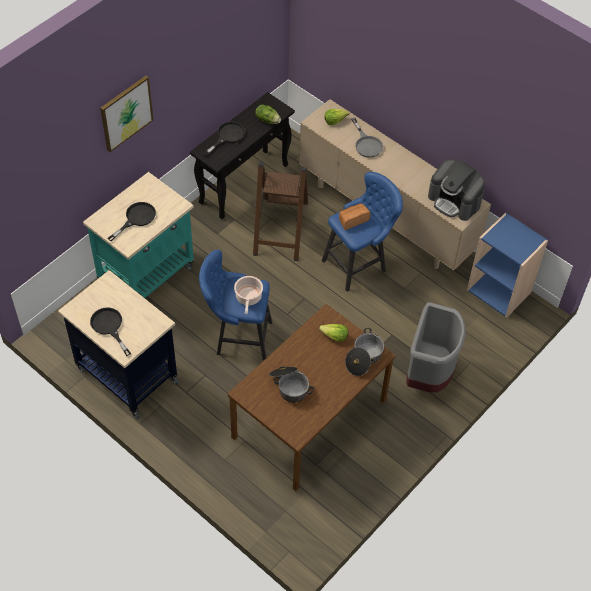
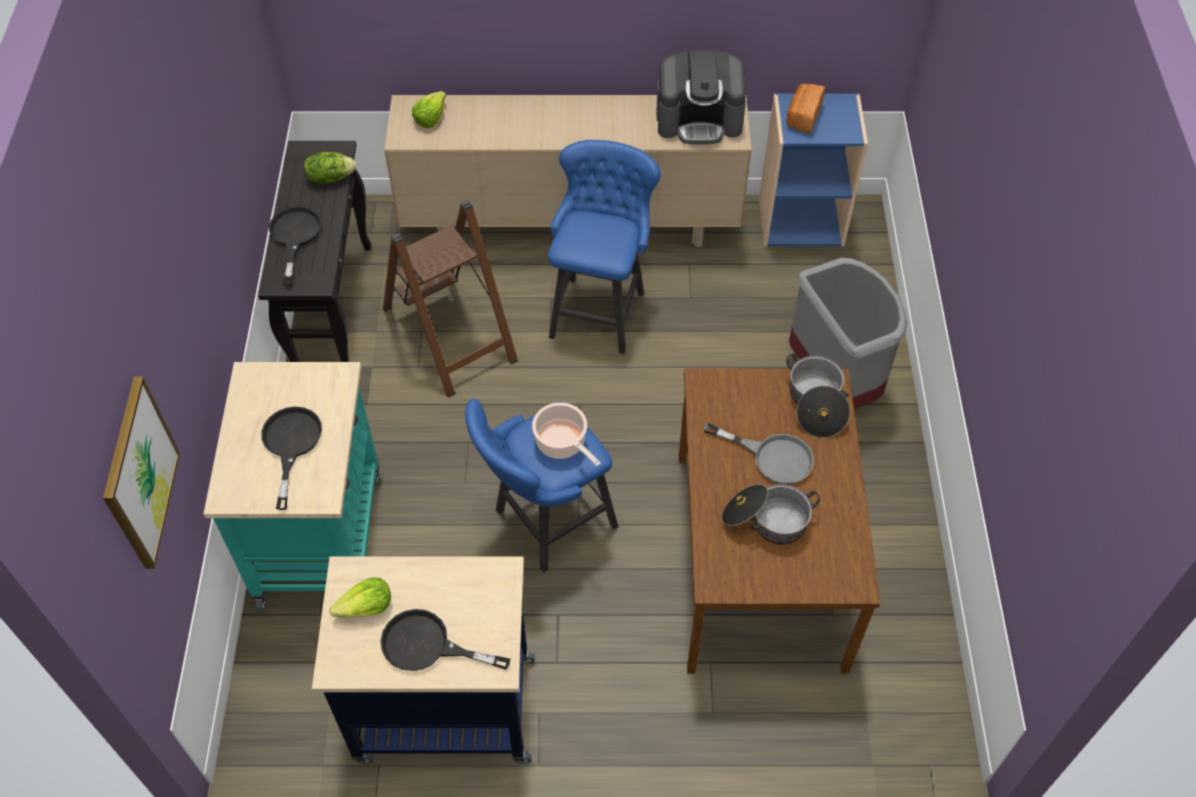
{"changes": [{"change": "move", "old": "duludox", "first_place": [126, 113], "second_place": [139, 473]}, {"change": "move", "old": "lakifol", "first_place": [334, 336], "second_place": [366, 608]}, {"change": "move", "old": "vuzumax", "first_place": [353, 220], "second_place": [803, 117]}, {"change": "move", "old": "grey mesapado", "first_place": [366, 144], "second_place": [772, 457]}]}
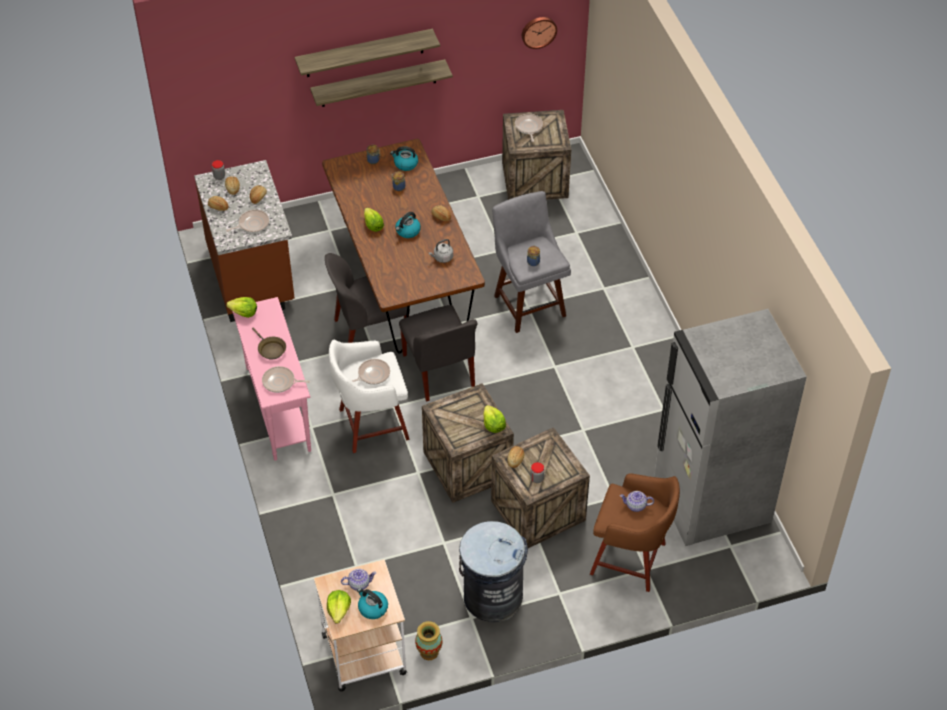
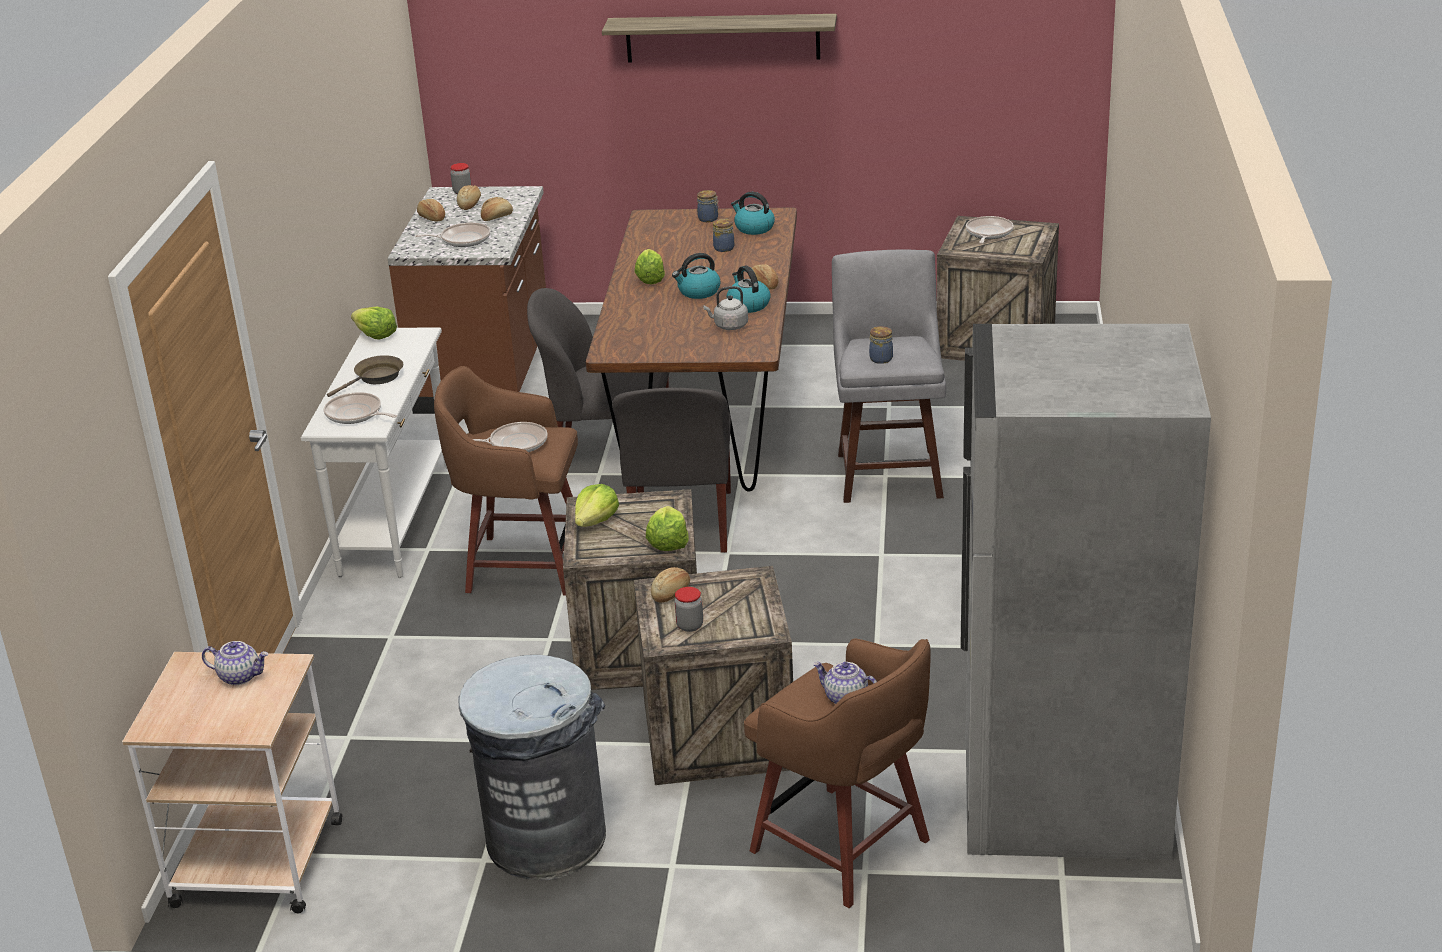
{"changes": [{"change": "delete", "old": "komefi", "first_place": [378, 83]}, {"change": "delete", "old": "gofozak", "first_place": [429, 652]}, {"change": "delete", "old": "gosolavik", "first_place": [538, 31]}, {"change": "move", "old": "lakifol", "first_place": [339, 610], "second_place": [596, 521]}, {"change": "move", "old": "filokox", "first_place": [372, 608], "second_place": [748, 305]}, {"change": "recolor", "old": "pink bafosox", "new": "white bafosox", "first_place": [277, 408], "second_place": [394, 518]}, {"change": "recolor", "old": "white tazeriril", "new": "brown tazeriril", "first_place": [371, 424], "second_place": [522, 565]}, {"change": "rotate", "old": "brown mesapado", "first_place": [270, 349], "second_place": [376, 378], "degrees": -120}]}
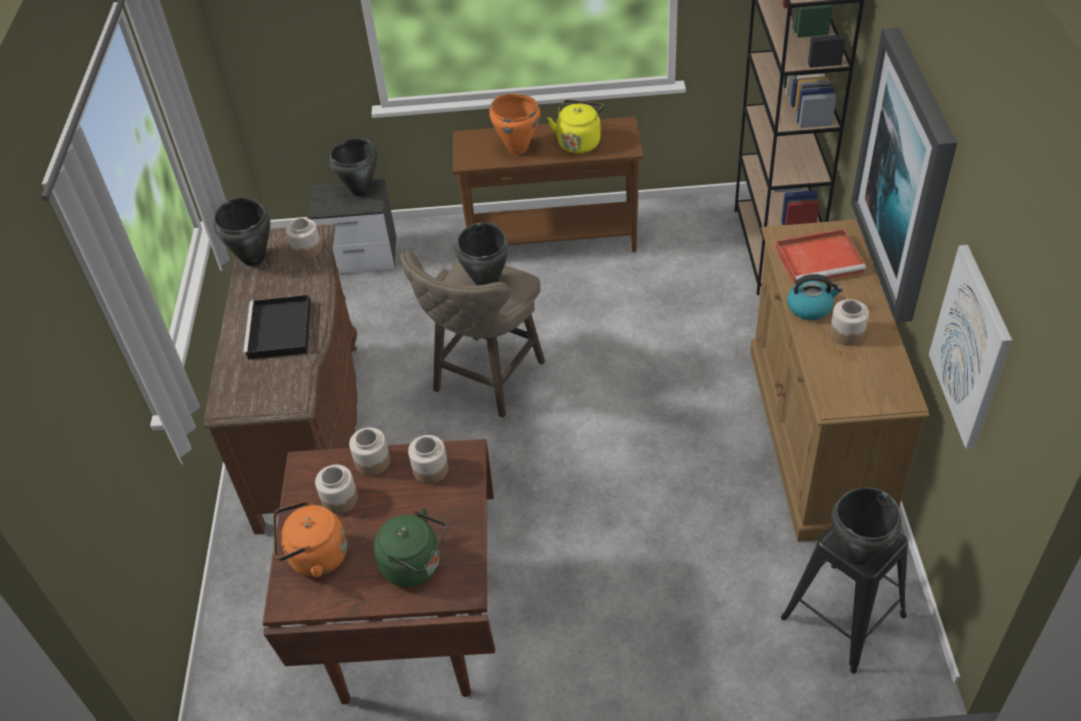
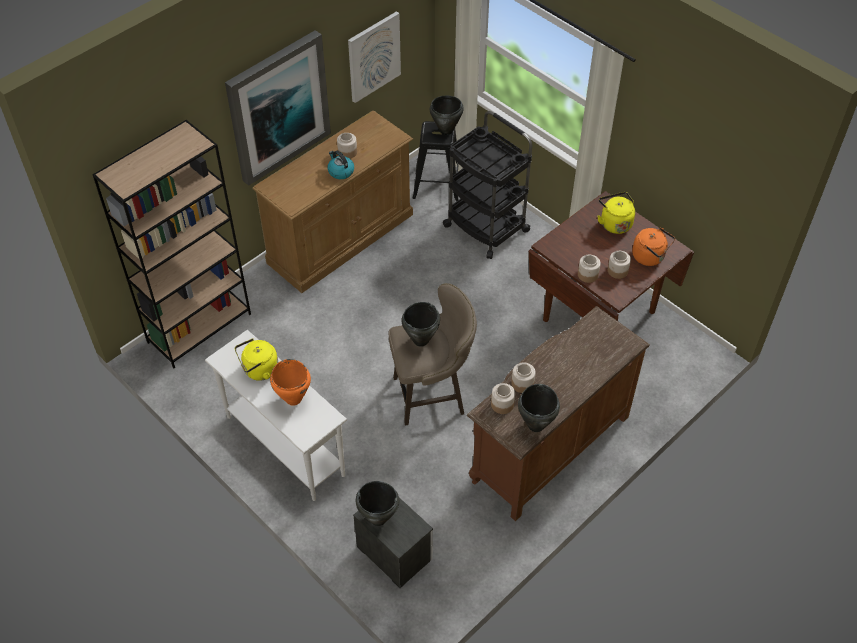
{"changes": [{"change": "delete", "old": "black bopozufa", "first_place": [280, 331]}, {"change": "delete", "old": "red bopozufa", "first_place": [820, 259]}, {"change": "insert", "new": "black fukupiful", "second_place": [485, 228]}, {"change": "move", "old": "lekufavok", "first_place": [431, 470], "second_place": [522, 383]}, {"change": "recolor", "old": "green filokox", "new": "yellow filokox", "first_place": [415, 566], "second_place": [614, 223]}, {"change": "recolor", "old": "brown bafosox", "new": "white bafosox", "first_place": [554, 241], "second_place": [283, 446]}]}
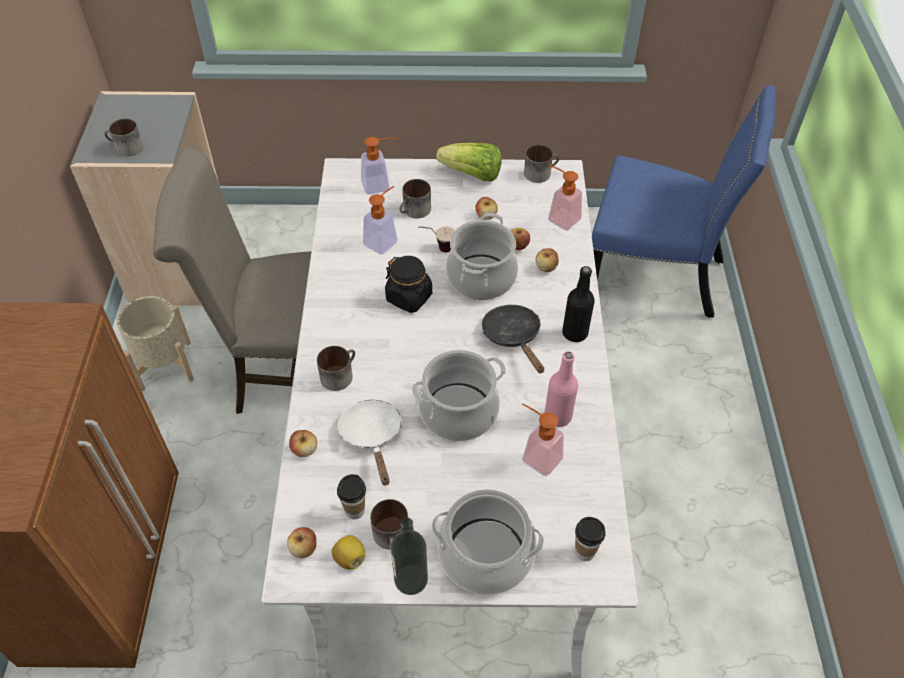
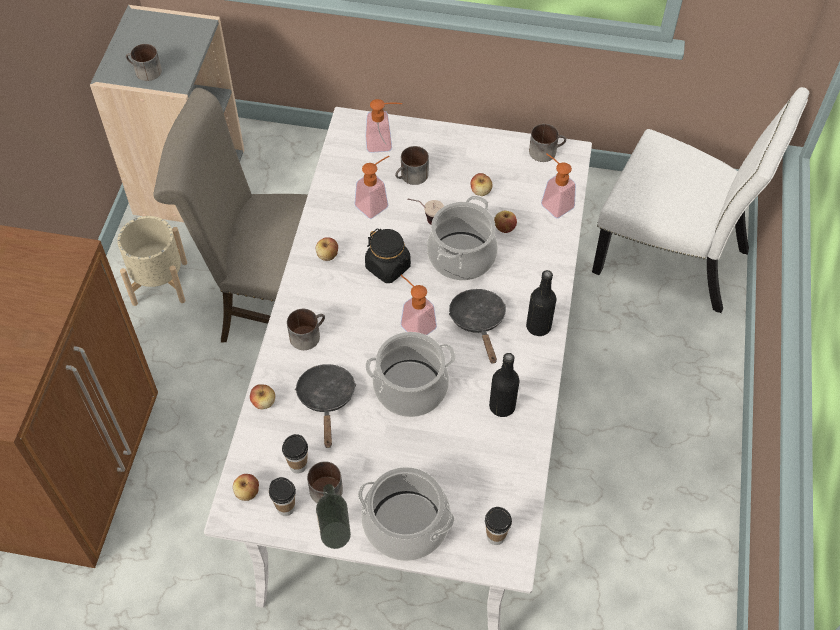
{"changes": [{"change": "delete", "old": "lakifol", "first_place": [472, 174]}, {"change": "move", "old": "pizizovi", "first_place": [536, 455], "second_place": [414, 323]}, {"change": "move", "old": "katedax", "first_place": [546, 267], "second_place": [327, 255]}, {"change": "replace", "old": "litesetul", "new": "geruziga", "first_place": [349, 558], "second_place": [286, 507]}, {"change": "recolor", "old": "white mesapado", "new": "black mesapado", "first_place": [372, 437], "second_place": [327, 399]}, {"change": "recolor", "old": "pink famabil", "new": "black famabil", "first_place": [558, 416], "second_place": [502, 406]}, {"change": "recolor", "old": "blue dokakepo", "new": "white dokakepo", "first_place": [652, 274], "second_place": [669, 256]}]}
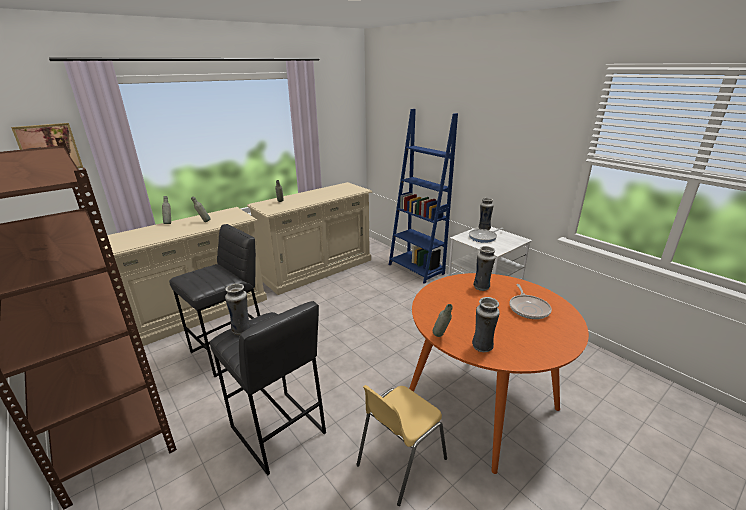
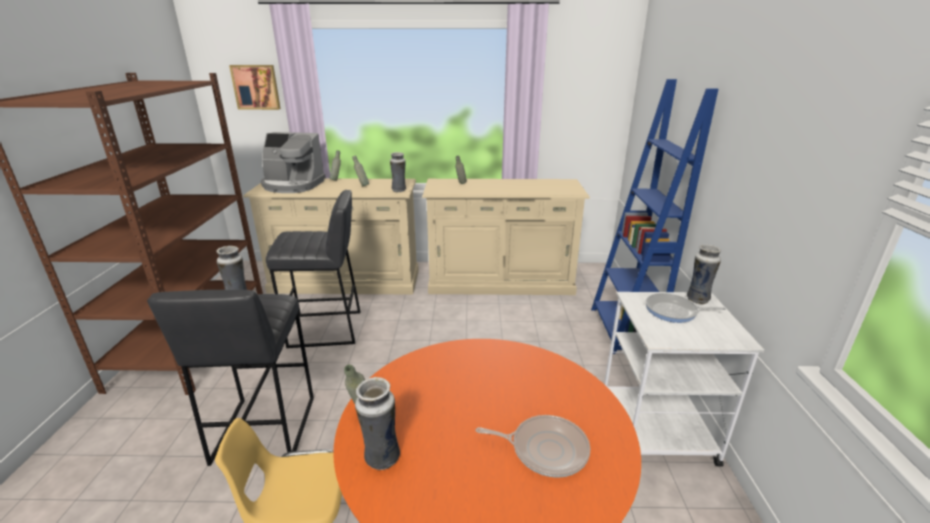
{"changes": [{"change": "insert", "new": "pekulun", "second_place": [293, 185]}, {"change": "move", "old": "gofozak", "first_place": [482, 287], "second_place": [399, 190]}, {"change": "rotate", "old": "mesapado", "first_place": [528, 308], "second_place": [545, 449], "degrees": -120}]}
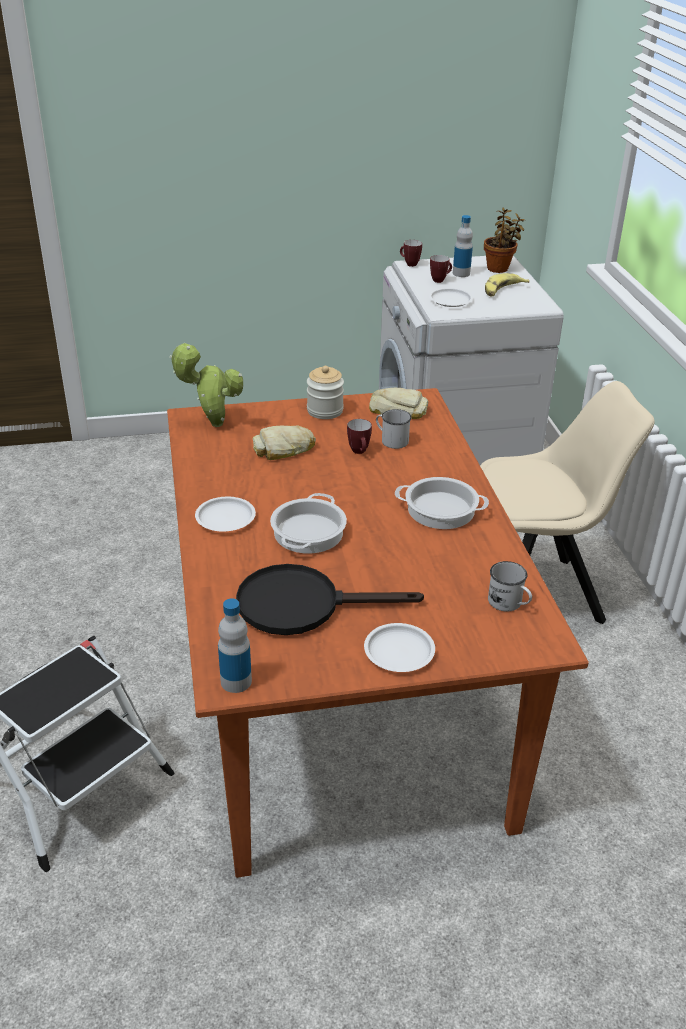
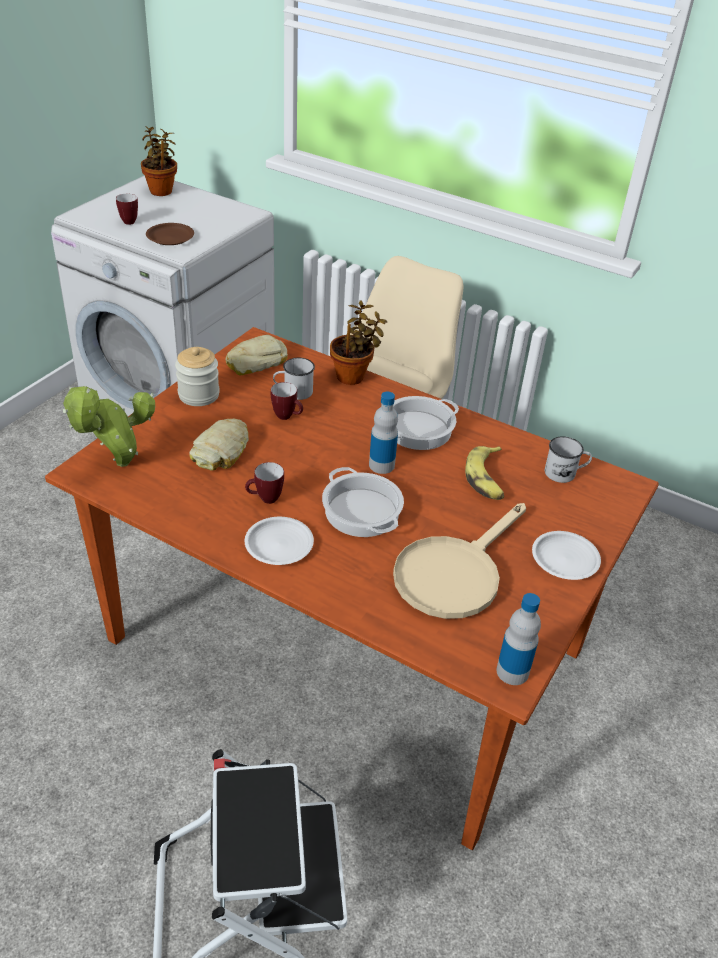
{"changes": [{"change": "insert", "new": "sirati", "second_place": [353, 376]}, {"change": "move", "old": "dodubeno", "first_place": [409, 264], "second_place": [265, 499]}, {"change": "move", "old": "famabil", "first_place": [461, 273], "second_place": [381, 465]}, {"change": "move", "old": "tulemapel", "first_place": [502, 291], "second_place": [487, 479]}, {"change": "recolor", "old": "black mesapado", "new": "beige mesapado", "first_place": [303, 604], "second_place": [454, 573]}, {"change": "recolor", "old": "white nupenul", "new": "brown nupenul", "first_place": [450, 300], "second_place": [170, 237]}]}
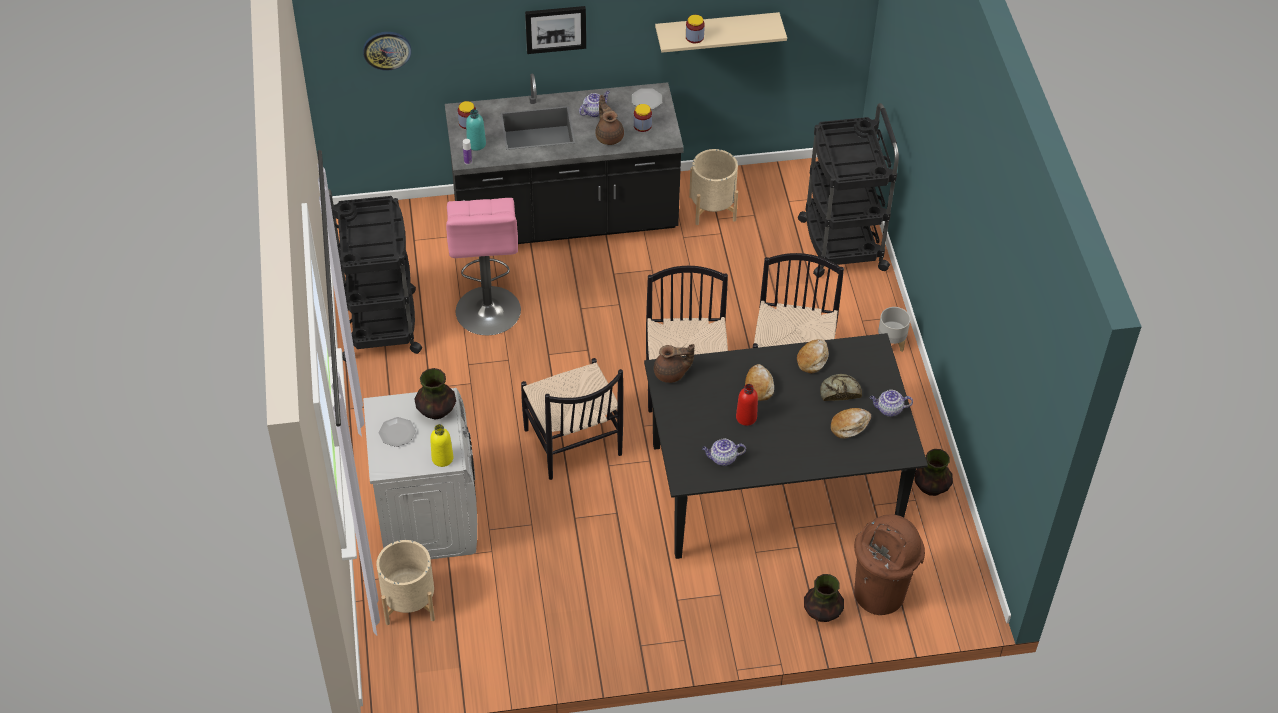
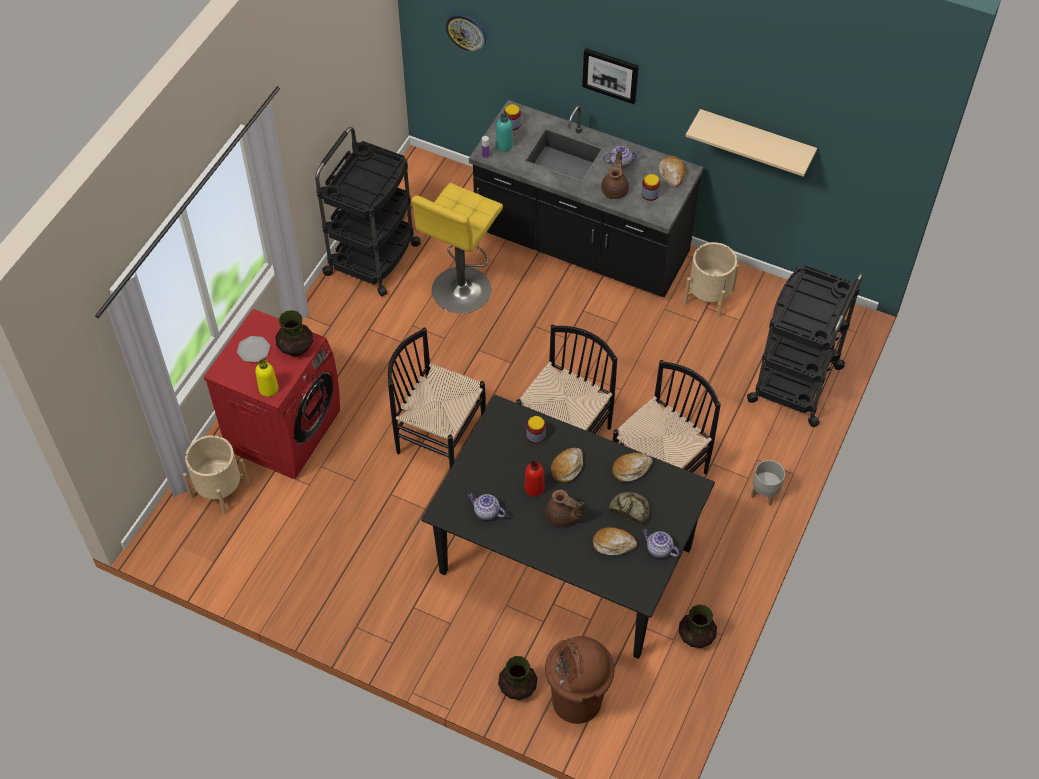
{"changes": [{"change": "move", "old": "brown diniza", "first_place": [671, 373], "second_place": [562, 516]}, {"change": "move", "old": "lekufavok", "first_place": [694, 37], "second_place": [536, 435]}, {"change": "replace", "old": "nupenul", "new": "vuzumax", "first_place": [647, 100], "second_place": [672, 174]}, {"change": "recolor", "old": "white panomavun", "new": "red panomavun", "first_place": [427, 518], "second_place": [284, 431]}, {"change": "recolor", "old": "pink tazeriril", "new": "yellow tazeriril", "first_place": [487, 311], "second_place": [460, 290]}, {"change": "rotate", "old": "black dokakepo", "first_place": [574, 446], "second_place": [437, 435], "degrees": 105}]}
